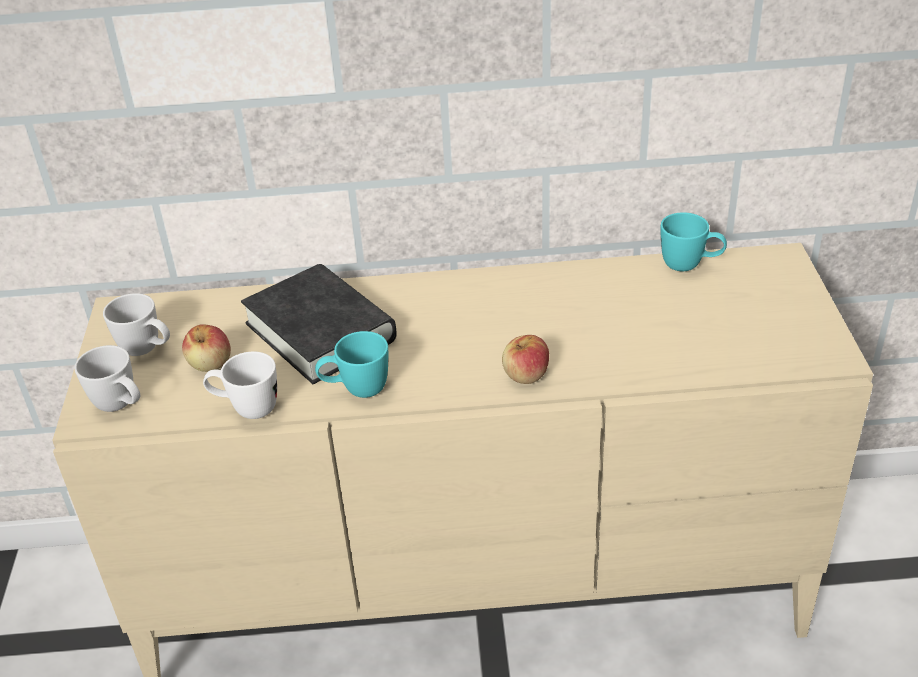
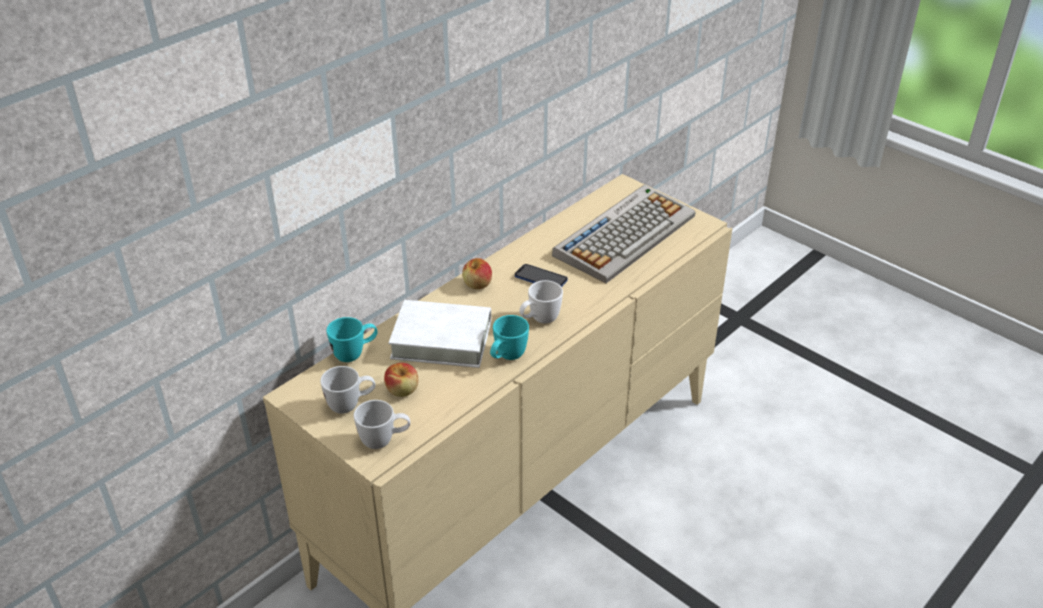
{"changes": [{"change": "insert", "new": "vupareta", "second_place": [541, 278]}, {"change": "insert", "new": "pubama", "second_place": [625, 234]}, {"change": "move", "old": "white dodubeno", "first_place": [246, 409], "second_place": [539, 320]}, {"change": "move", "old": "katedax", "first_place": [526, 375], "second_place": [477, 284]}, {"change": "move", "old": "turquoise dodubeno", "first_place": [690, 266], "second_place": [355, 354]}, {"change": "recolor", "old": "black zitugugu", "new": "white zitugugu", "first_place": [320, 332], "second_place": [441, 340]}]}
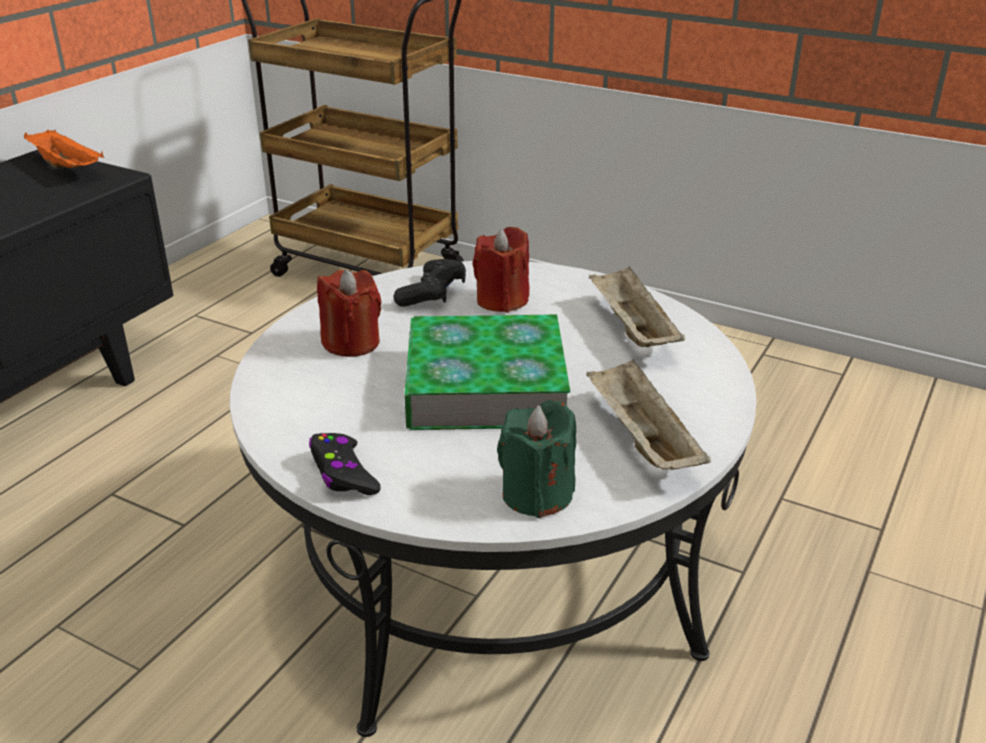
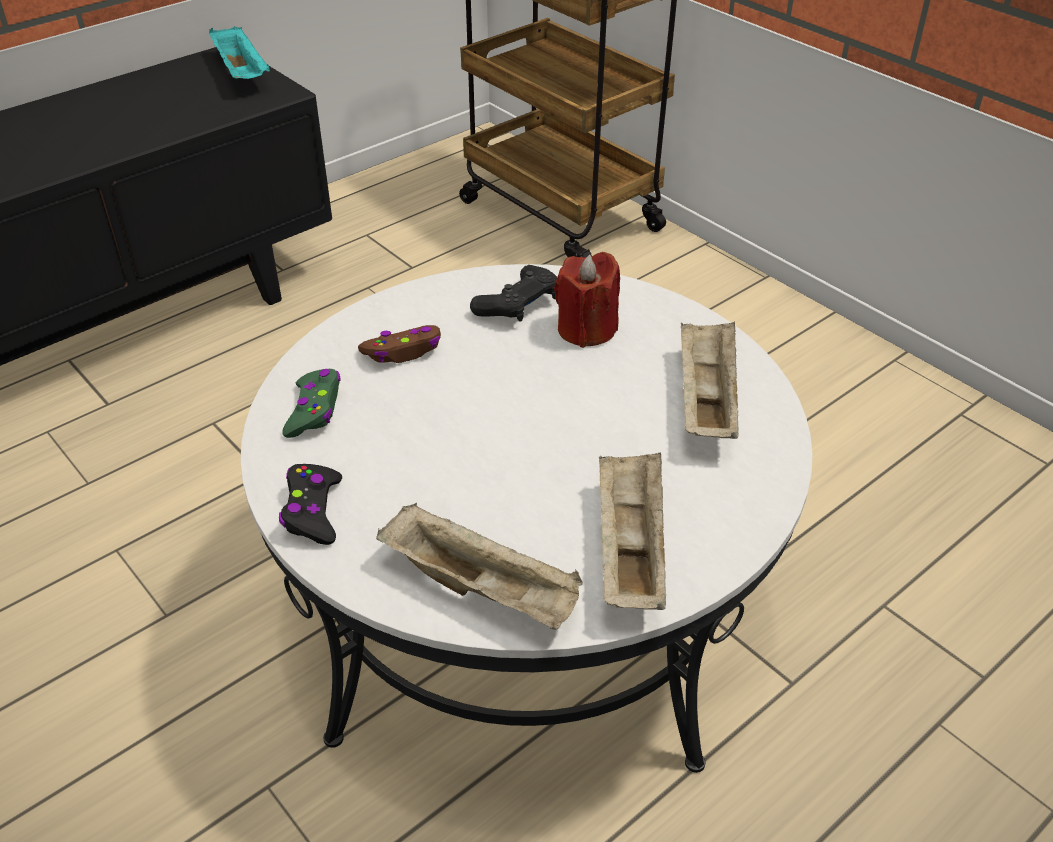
{"changes": [{"change": "delete", "old": "zitugugu", "first_place": [485, 386]}, {"change": "insert", "new": "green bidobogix", "second_place": [314, 410]}, {"change": "replace", "old": "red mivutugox", "new": "brown bidobogix", "first_place": [351, 343], "second_place": [403, 351]}, {"change": "replace", "old": "green mivutugox", "new": "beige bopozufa", "first_place": [537, 494], "second_place": [483, 589]}, {"change": "recolor", "old": "orange bopozufa", "new": "turquoise bopozufa", "first_place": [68, 168], "second_place": [242, 74]}]}
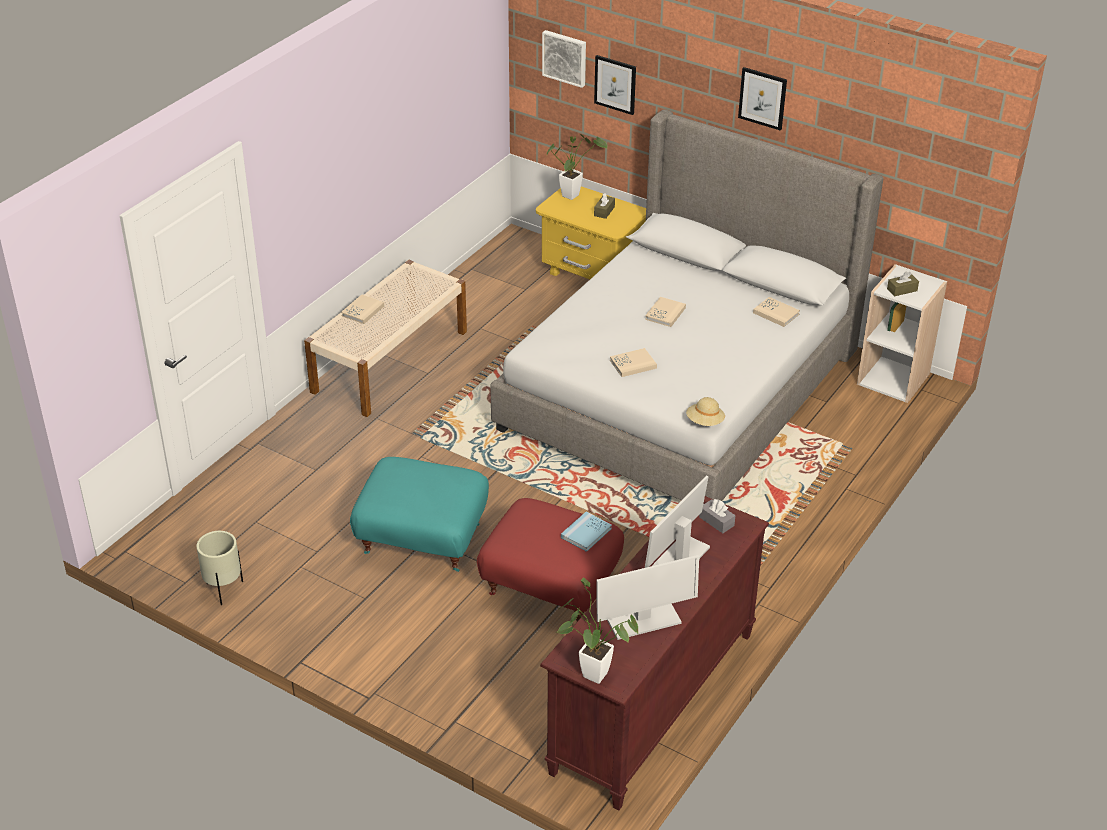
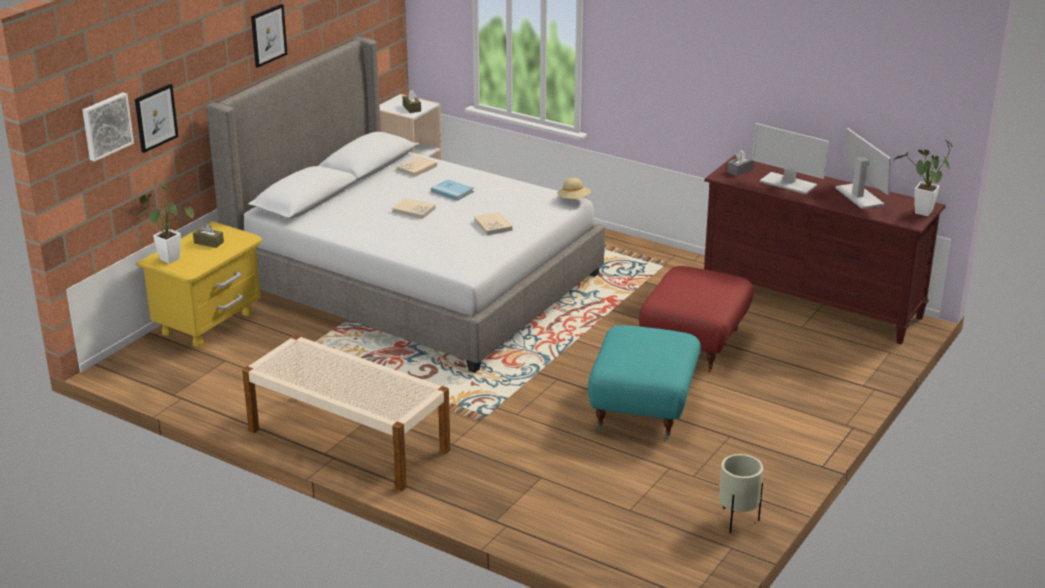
{"changes": [{"change": "delete", "old": "beige zitugugu", "first_place": [363, 311]}, {"change": "move", "old": "blue zitugugu", "first_place": [586, 533], "second_place": [452, 192]}]}
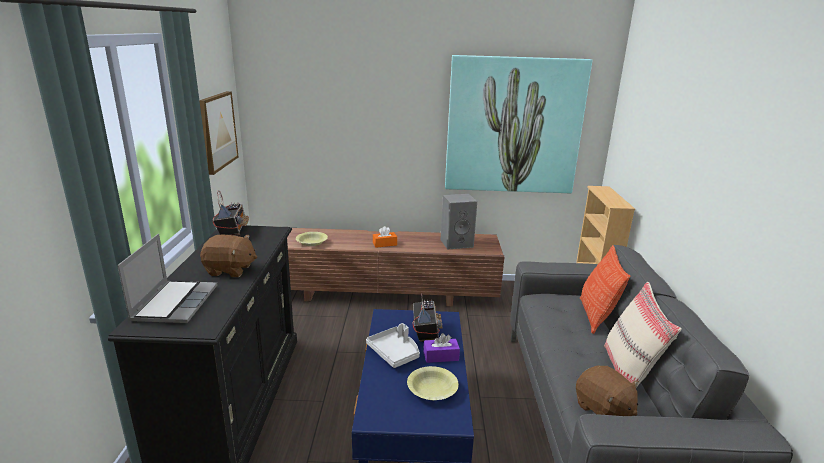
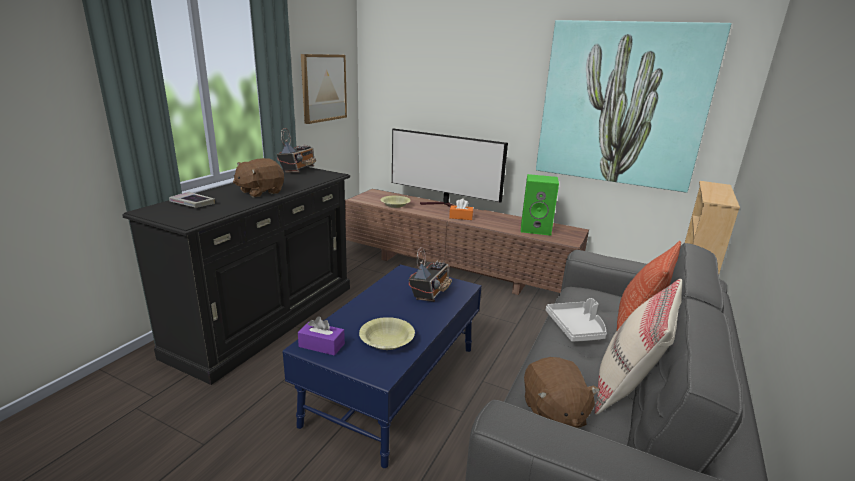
{"changes": [{"change": "insert", "new": "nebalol", "second_place": [444, 205]}, {"change": "move", "old": "grey bopozufa", "first_place": [394, 352], "second_place": [576, 328]}, {"change": "move", "old": "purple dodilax", "first_place": [441, 356], "second_place": [321, 345]}, {"change": "replace", "old": "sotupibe", "new": "zitugugu", "first_place": [175, 303], "second_place": [192, 203]}, {"change": "recolor", "old": "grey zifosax", "new": "green zifosax", "first_place": [457, 243], "second_place": [536, 229]}, {"change": "rotate", "old": "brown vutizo", "first_place": [230, 270], "second_place": [260, 192], "degrees": 105}]}
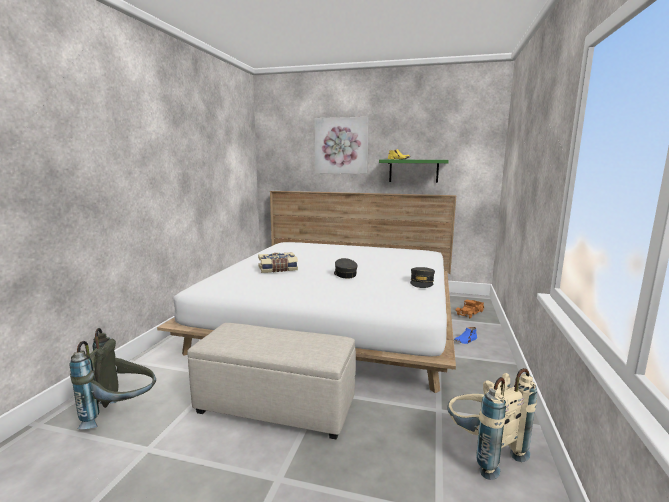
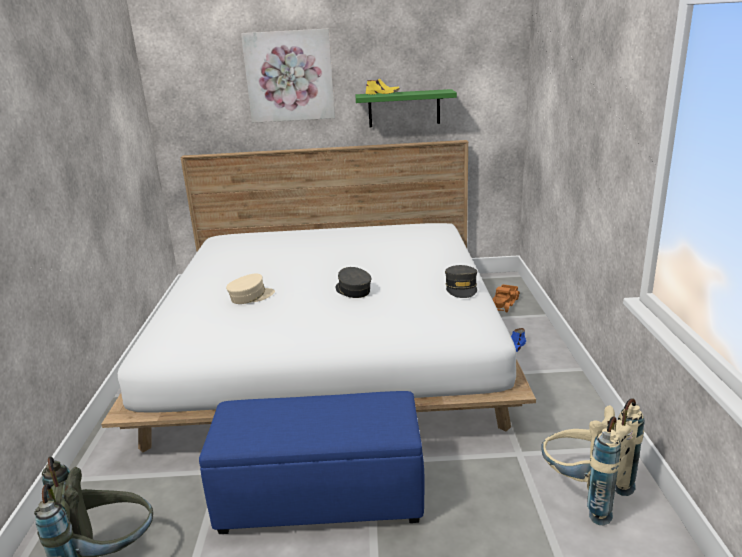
{"changes": [{"change": "replace", "old": "zitugugu", "new": "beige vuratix", "first_place": [278, 269], "second_place": [251, 297]}, {"change": "recolor", "old": "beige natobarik", "new": "blue natobarik", "first_place": [277, 406], "second_place": [322, 498]}]}
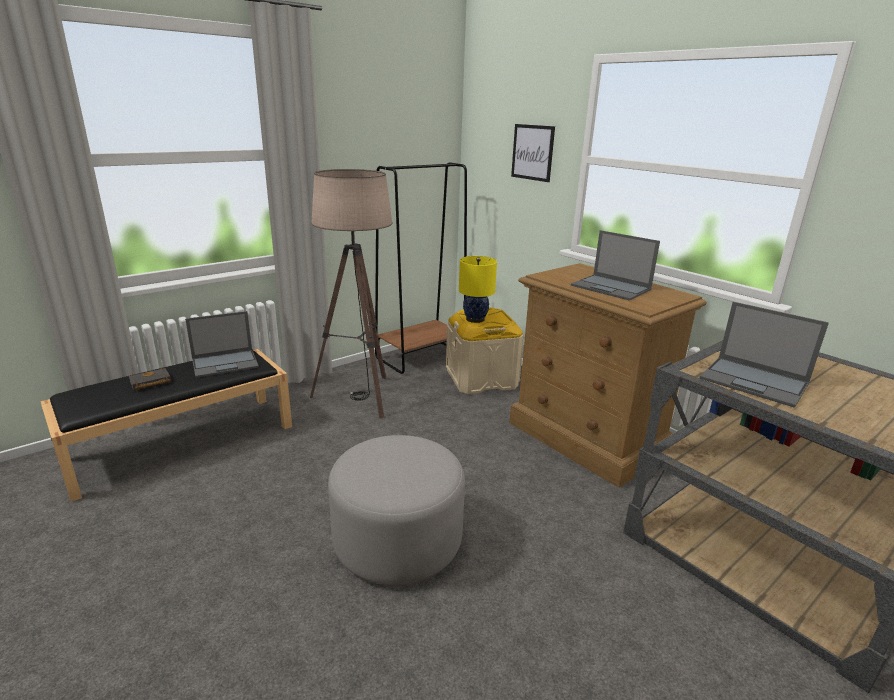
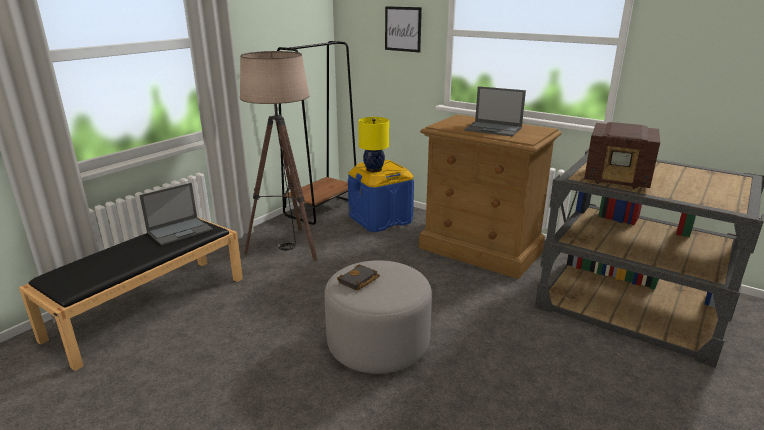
{"changes": [{"change": "move", "old": "black zitugugu", "first_place": [149, 383], "second_place": [359, 281]}, {"change": "replace", "old": "sotupibe", "new": "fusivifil", "first_place": [755, 381], "second_place": [618, 179]}, {"change": "recolor", "old": "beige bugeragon", "new": "blue bugeragon", "first_place": [481, 379], "second_place": [380, 219]}]}
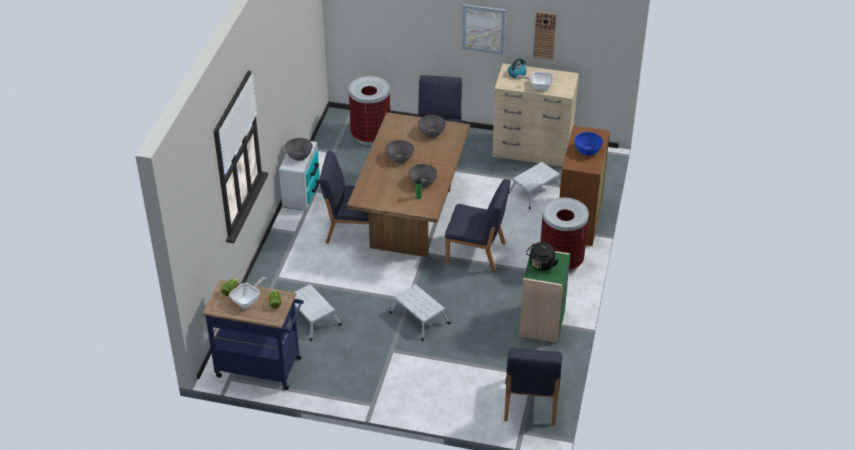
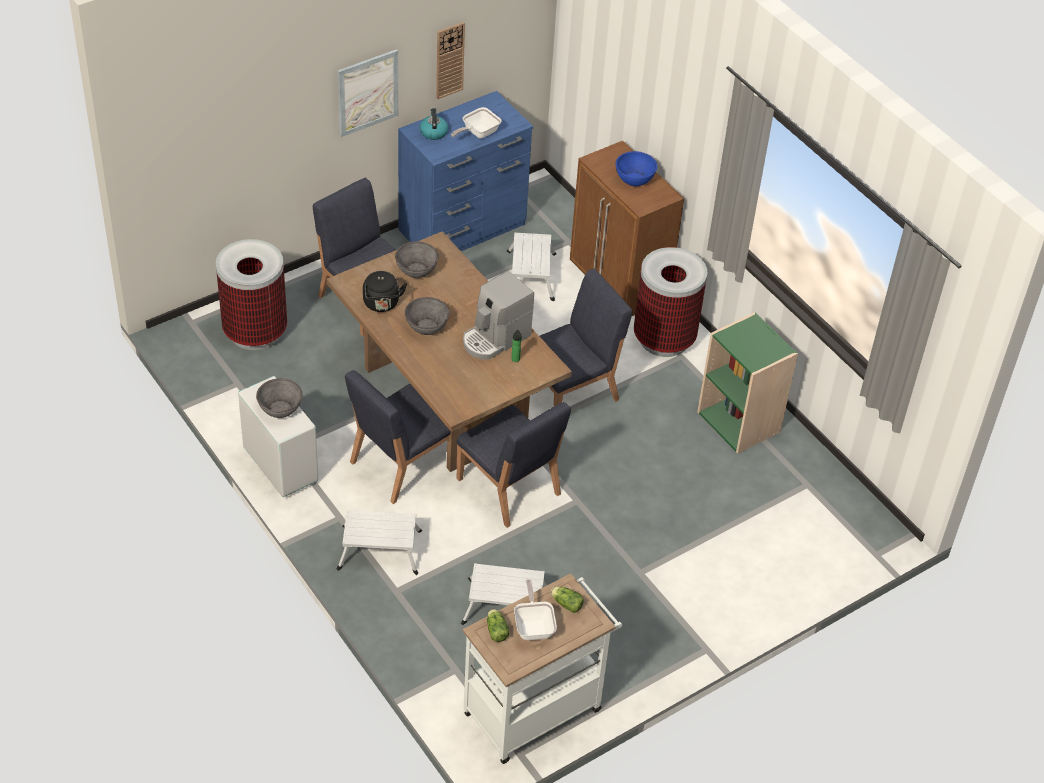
{"changes": [{"change": "move", "old": "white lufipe", "first_place": [419, 318], "second_place": [380, 549]}, {"change": "move", "old": "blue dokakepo", "first_place": [530, 402], "second_place": [509, 488]}, {"change": "move", "old": "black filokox", "first_place": [541, 265], "second_place": [382, 304]}, {"change": "replace", "old": "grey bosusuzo", "new": "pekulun", "first_place": [422, 183], "second_place": [495, 338]}, {"change": "recolor", "old": "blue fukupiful", "new": "white fukupiful", "first_place": [261, 368], "second_place": [536, 711]}, {"change": "recolor", "old": "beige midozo", "new": "blue midozo", "first_place": [532, 151], "second_place": [463, 228]}]}
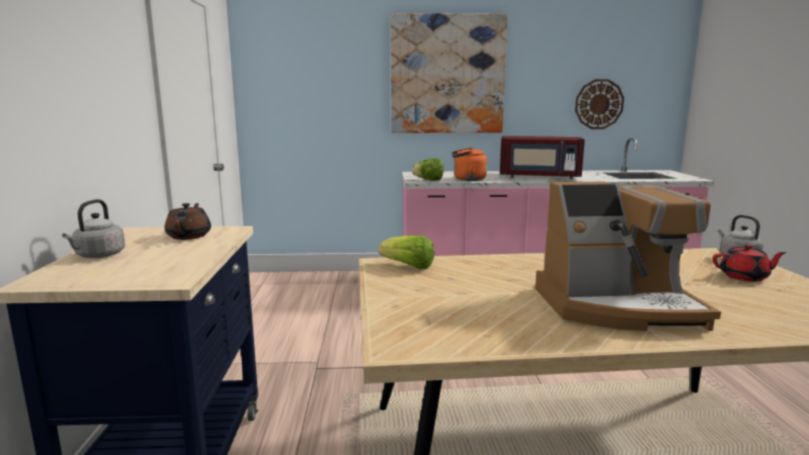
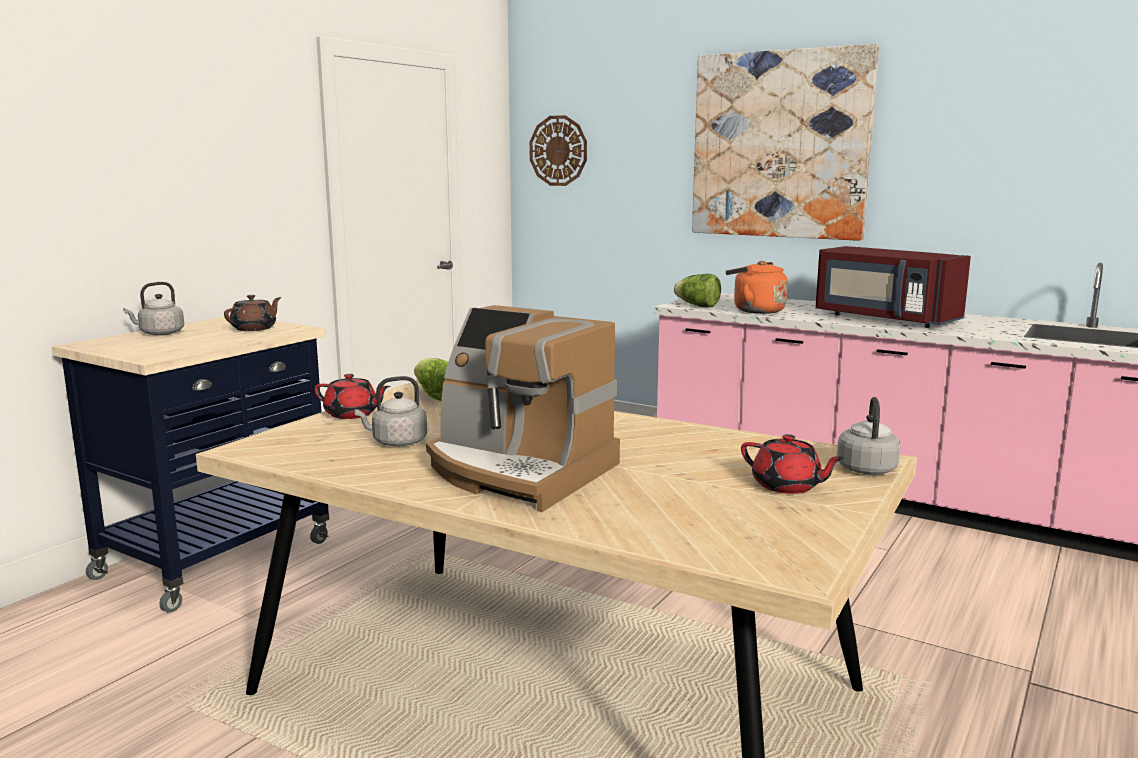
{"changes": [{"change": "insert", "new": "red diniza", "second_place": [352, 414]}, {"change": "insert", "new": "grey filokox", "second_place": [396, 442]}, {"change": "move", "old": "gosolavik", "first_place": [599, 104], "second_place": [558, 151]}]}
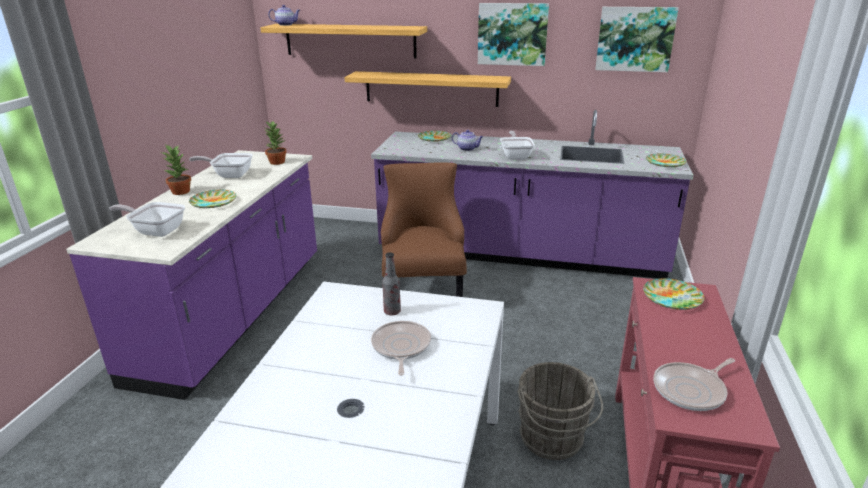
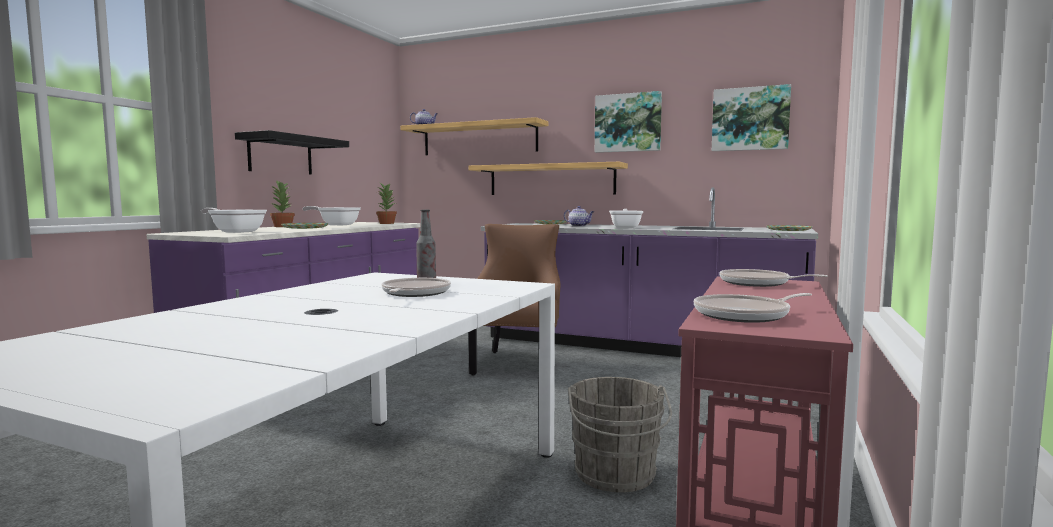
{"changes": [{"change": "insert", "new": "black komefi", "second_place": [280, 155]}, {"change": "replace", "old": "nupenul", "new": "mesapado", "first_place": [672, 298], "second_place": [758, 283]}]}
